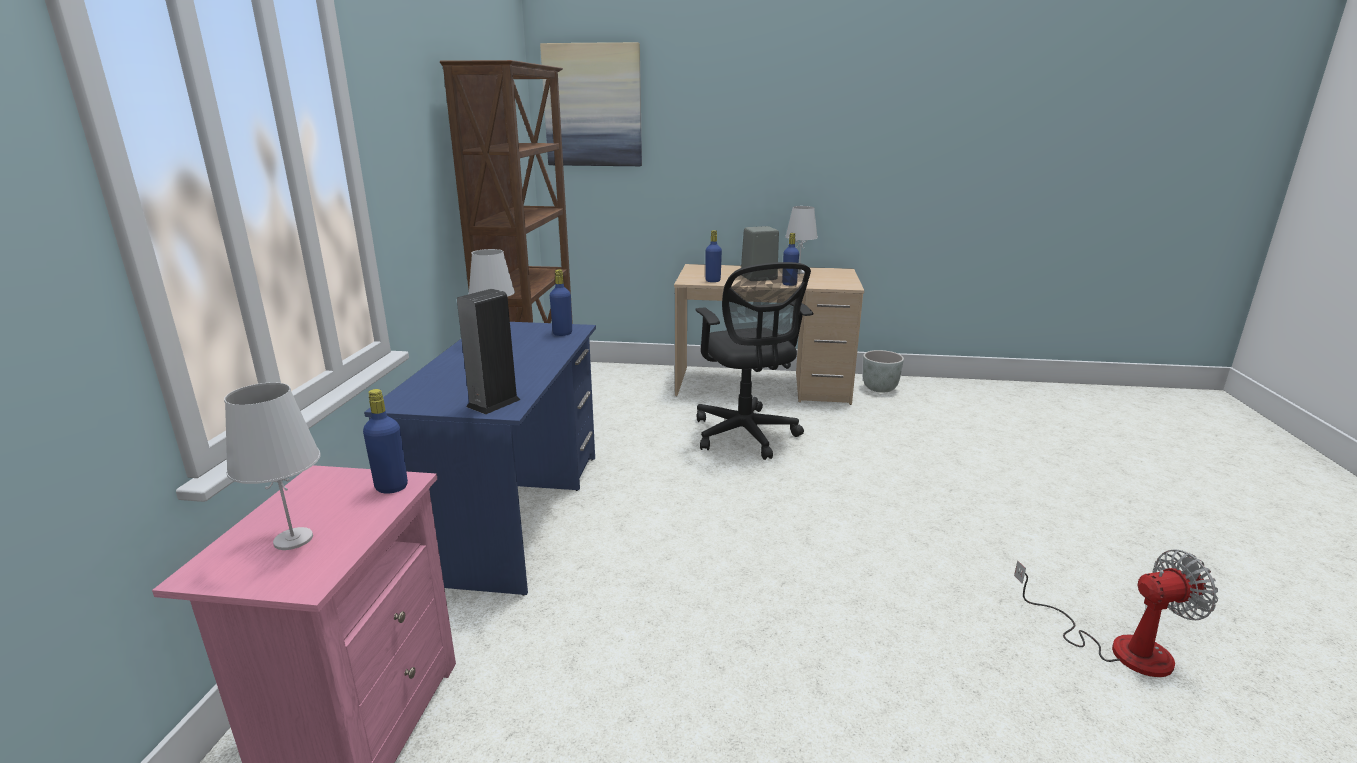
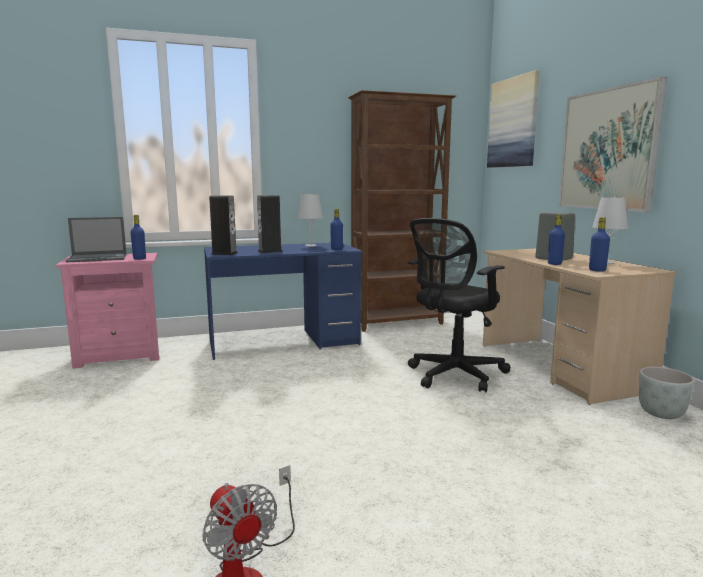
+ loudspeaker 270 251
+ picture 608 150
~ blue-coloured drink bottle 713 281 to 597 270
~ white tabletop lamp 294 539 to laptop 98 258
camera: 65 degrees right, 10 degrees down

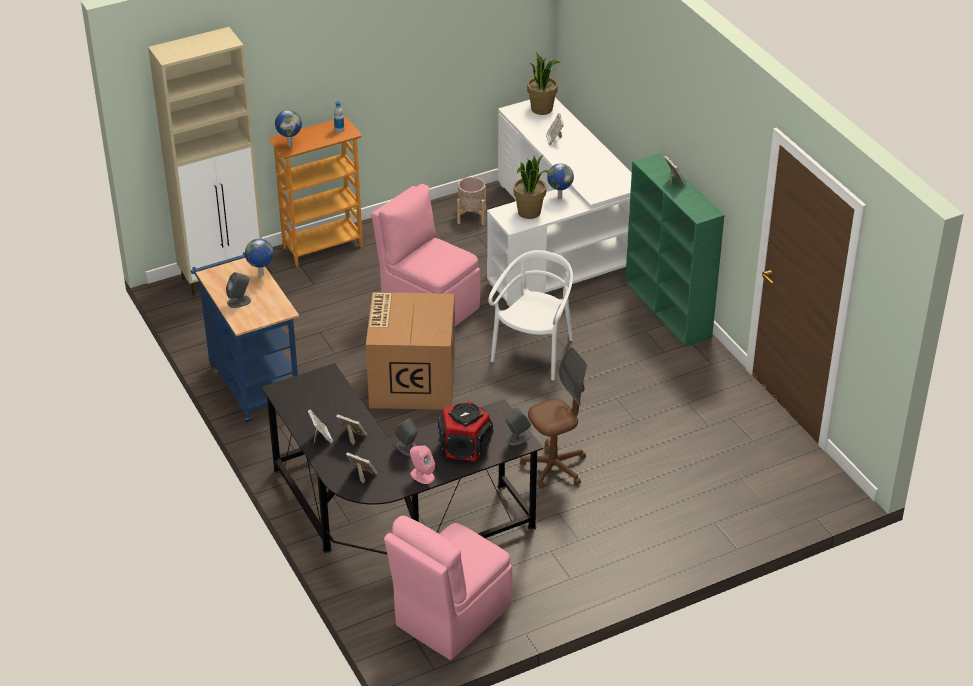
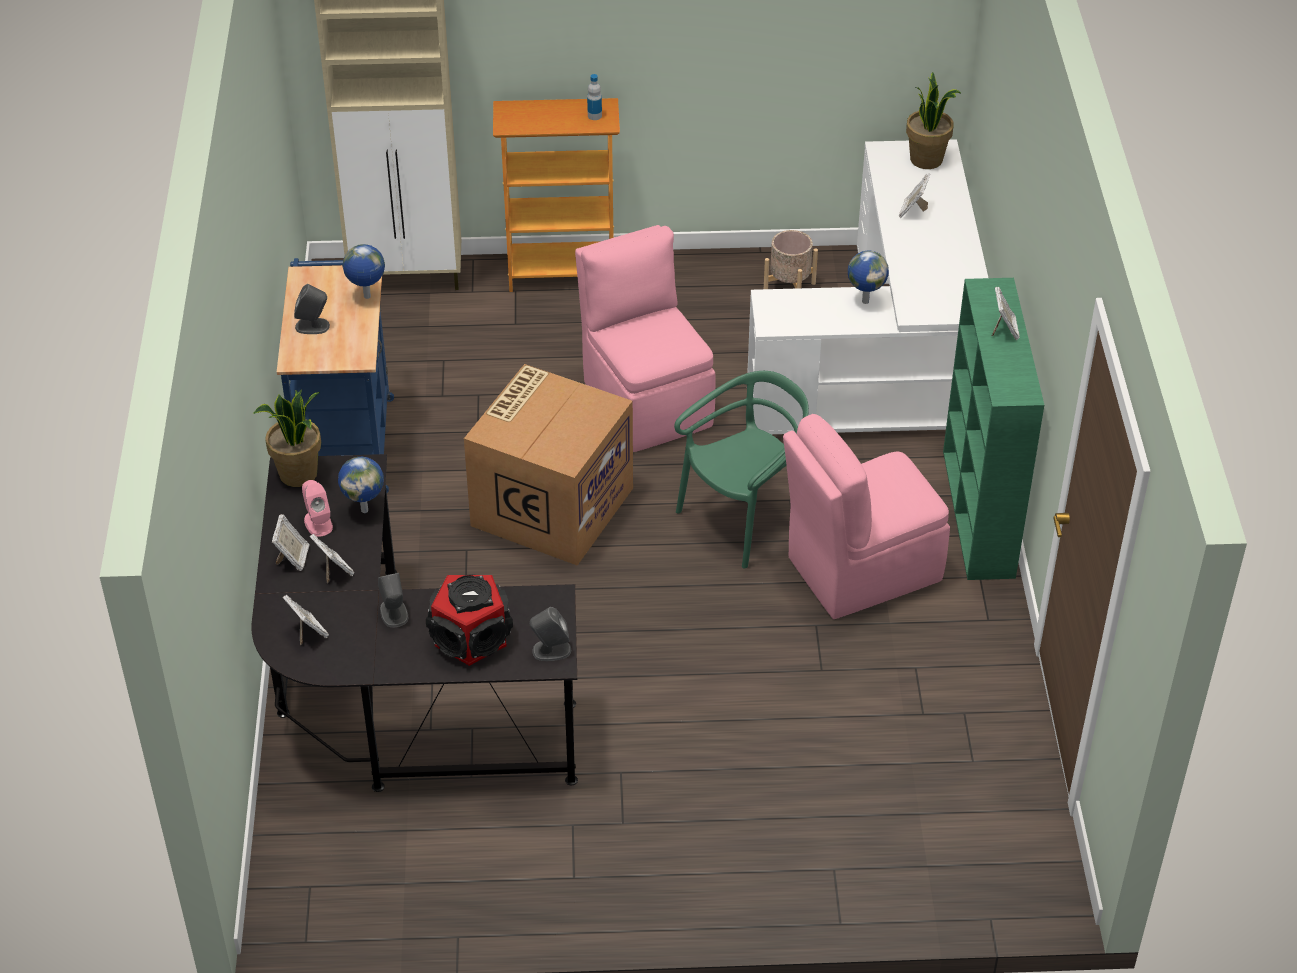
- brownish desk chair 554 468
~ desk globe 290 145 to 365 509
~ pink chair 451 617 to 860 570
~ pink loudspeaker 422 475 to 318 523
~ plant in a pot 529 212 to 298 474
~ white chair 534 352 to green chair 745 518
camera: 25 degrees right, 5 degrees up

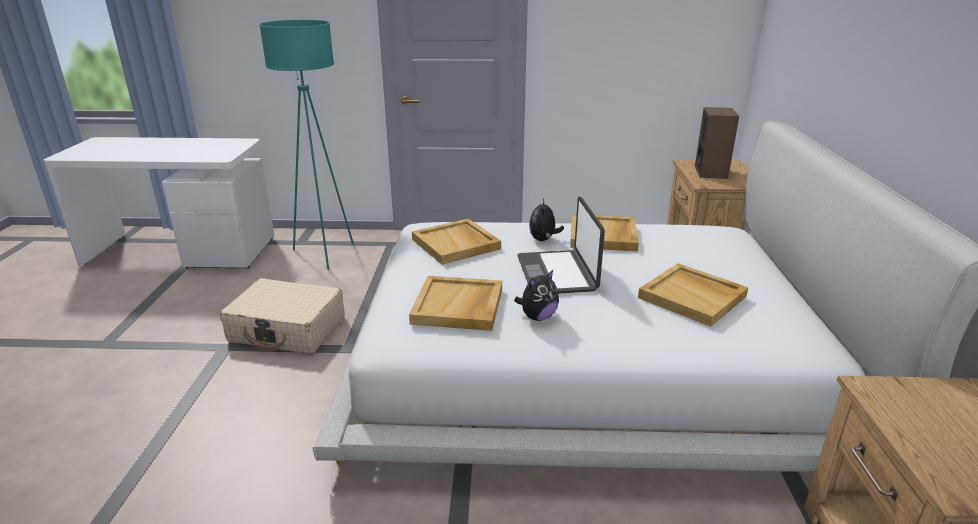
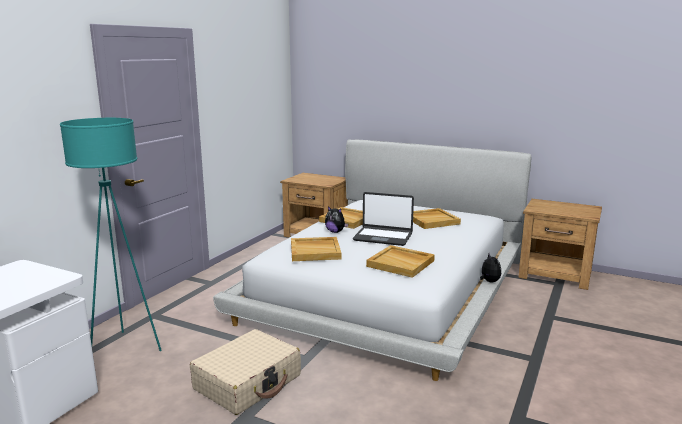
- loudspeaker 711 172
~ cuddly toy 537 317 to 489 281
camera: 65 degrees left, 10 degrees down

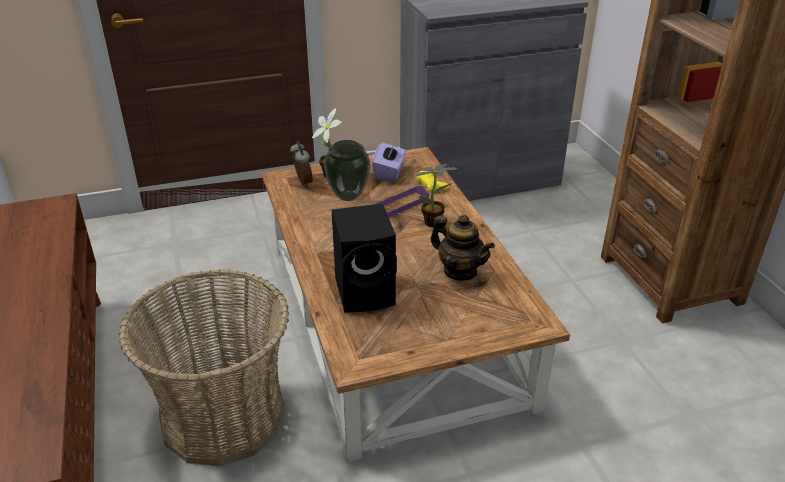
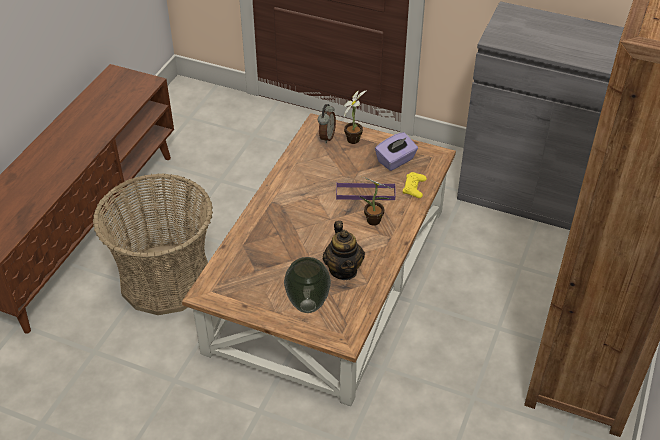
- black-coloured loudspeaker 367 292
~ decorative vase 349 196 to 308 306
camera: 40 degrees right, 10 degrees up

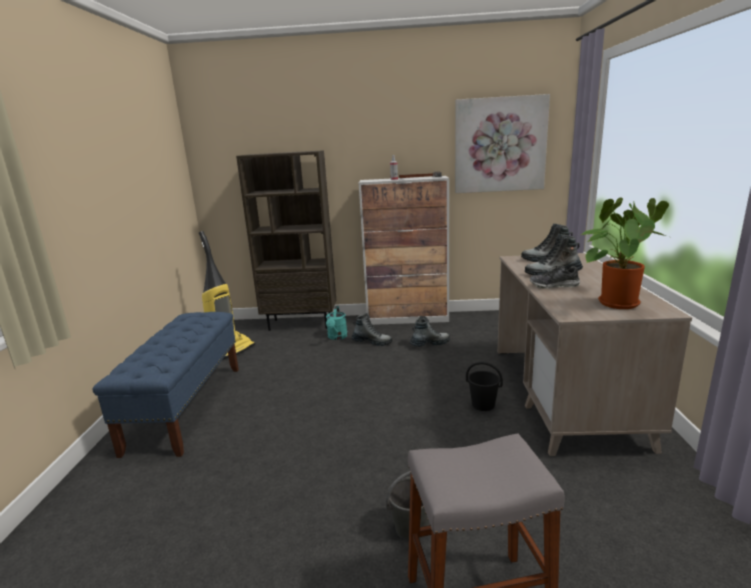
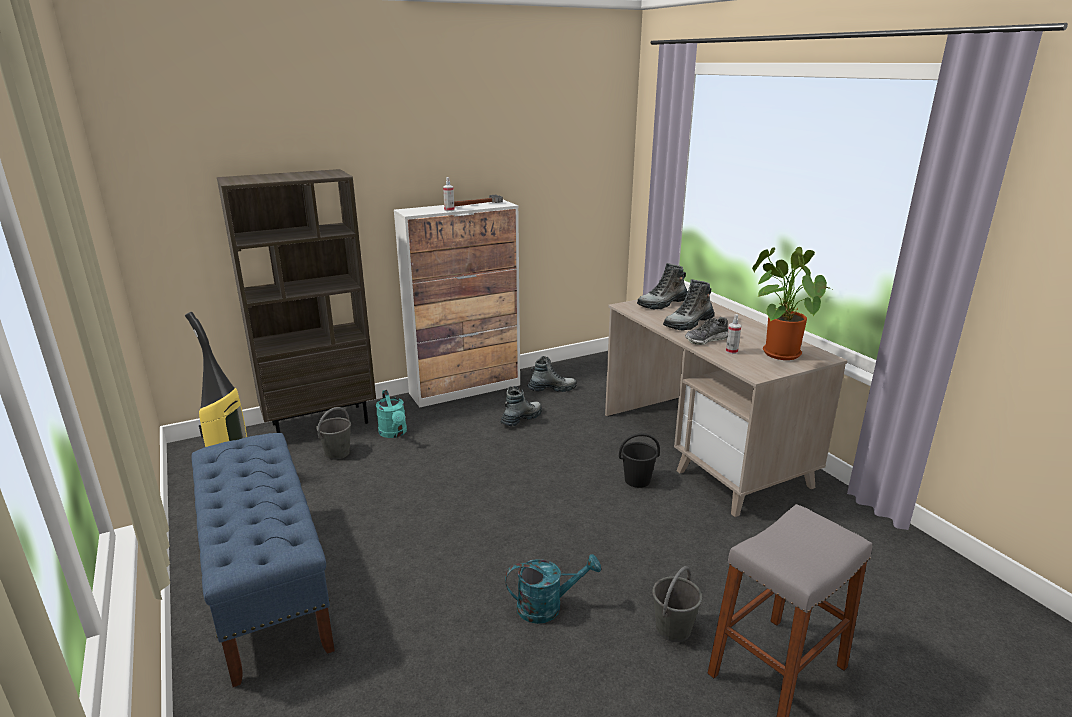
- picture 500 145
+ gray pail 338 453
+ turquoise watering pot 547 606
+ hand sprayer 731 351
~ tall boot 372 342 to 552 389
camera: 30 degrees left, 5 degrees up

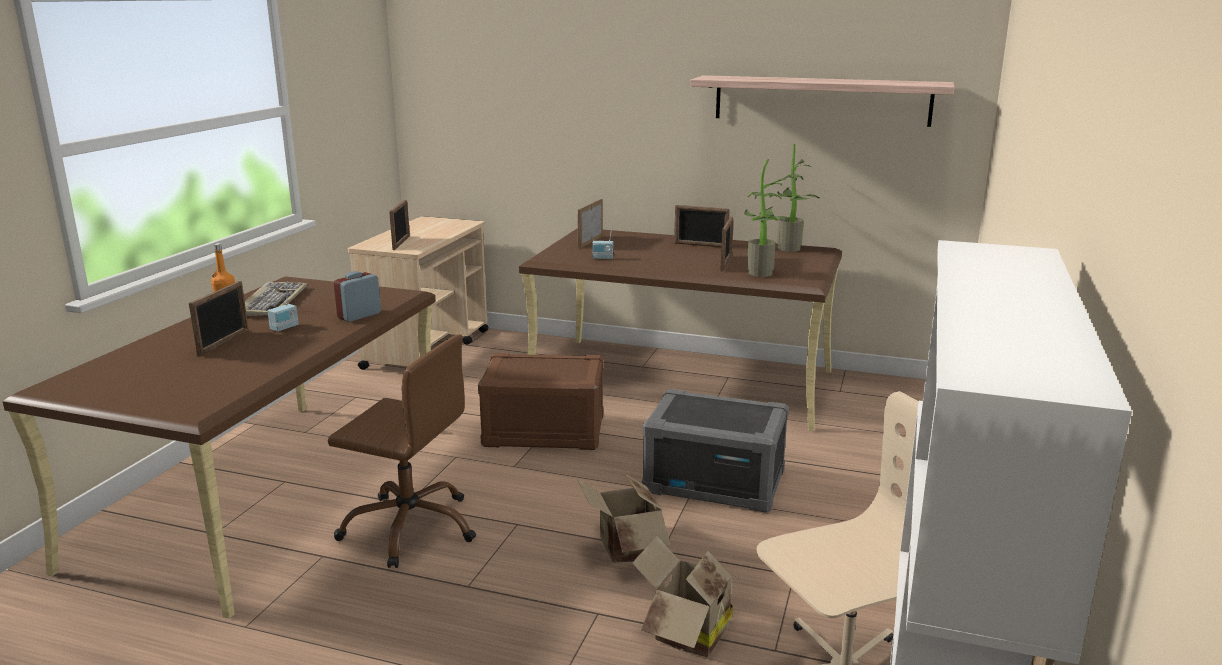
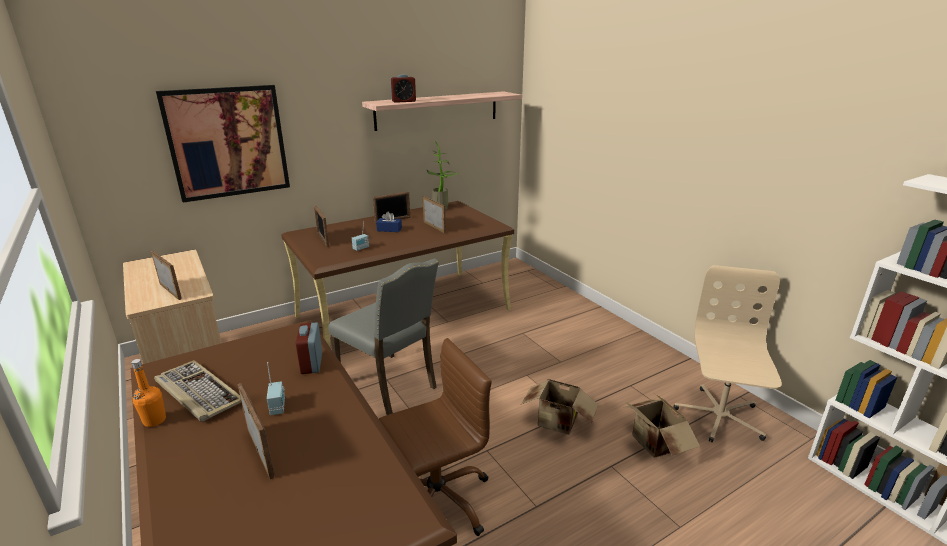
- gray storage container 715 481
- plant in a pot 763 274
+ picture 228 142
+ blue-coloured tissue box 389 229
+ bedside clock 403 101
~ brownish storage container 543 431 to gray chair 390 385
camera: 50 degrees left, 5 degrees up

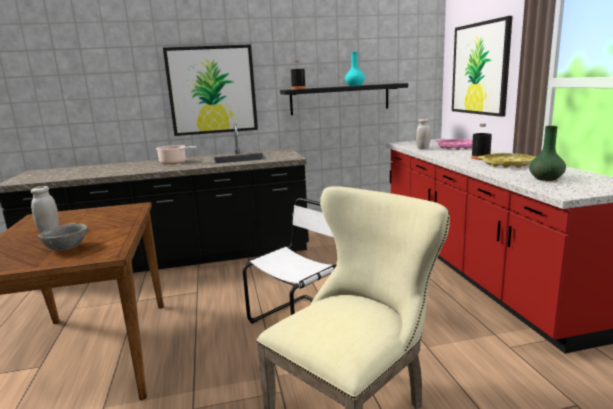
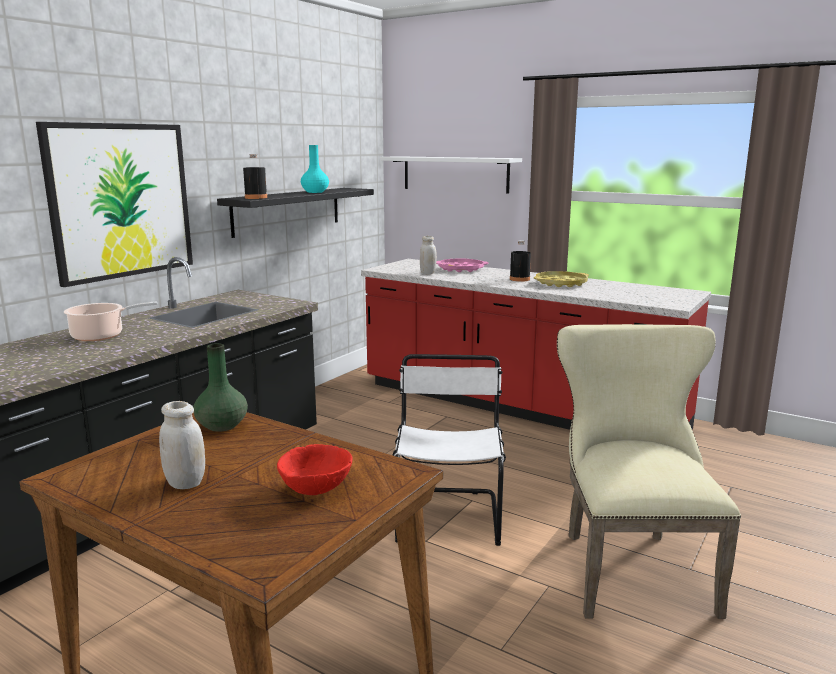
~ green decorative vase 546 178 to 222 425
~ picture 480 69 to white shelf 455 174
~ gray deep dish 66 249 to red deep dish 317 489
camera: 45 degrees left, 0 degrees up

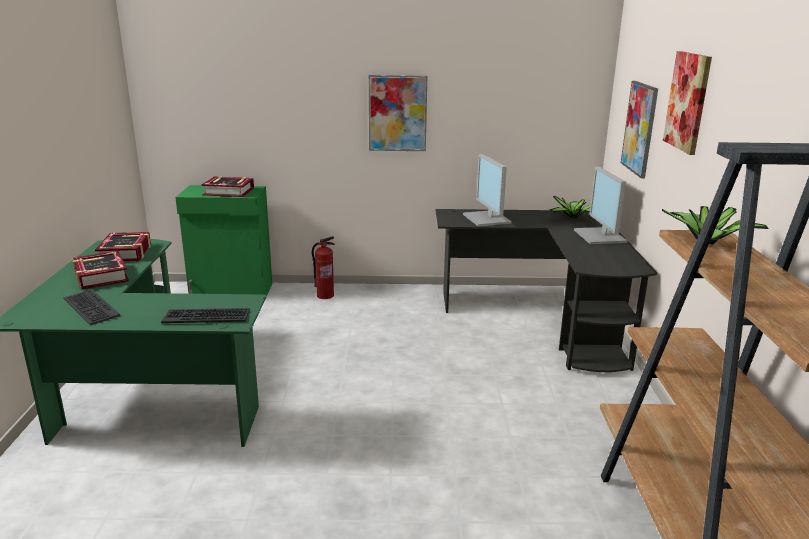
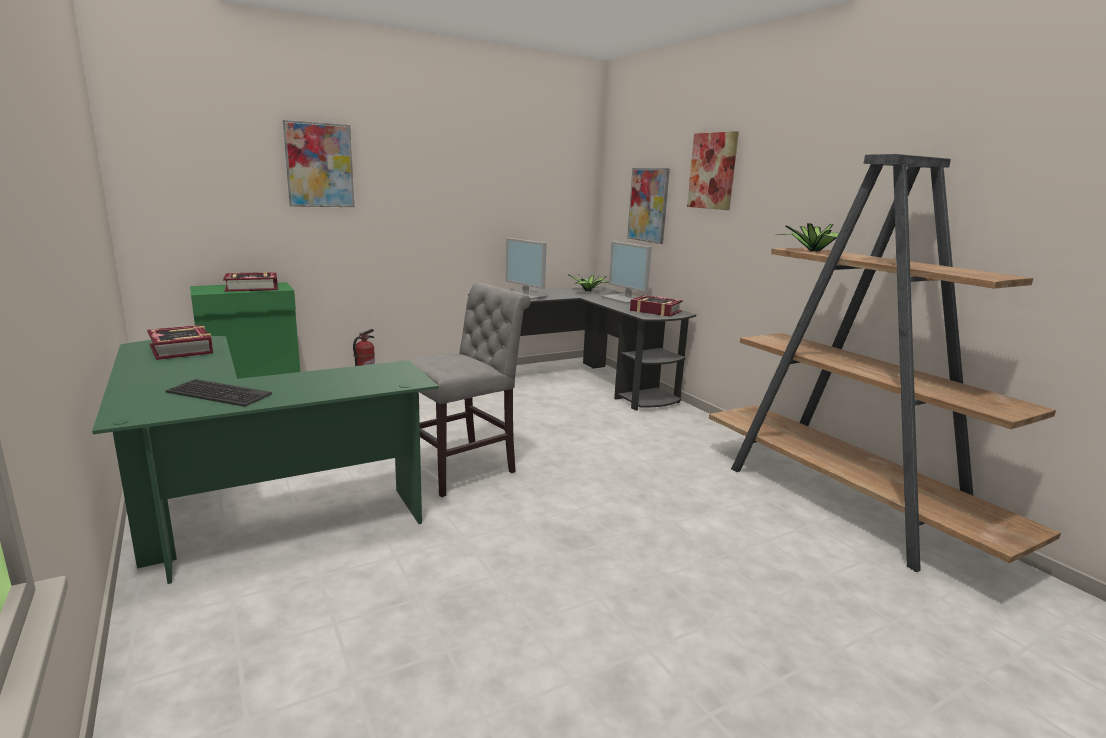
- keyboard 207 316
+ gray chair 464 468
~ book 101 276 to 655 311
~ picture 397 113 to 319 165
camera: 30 degrees left, 5 degrees down

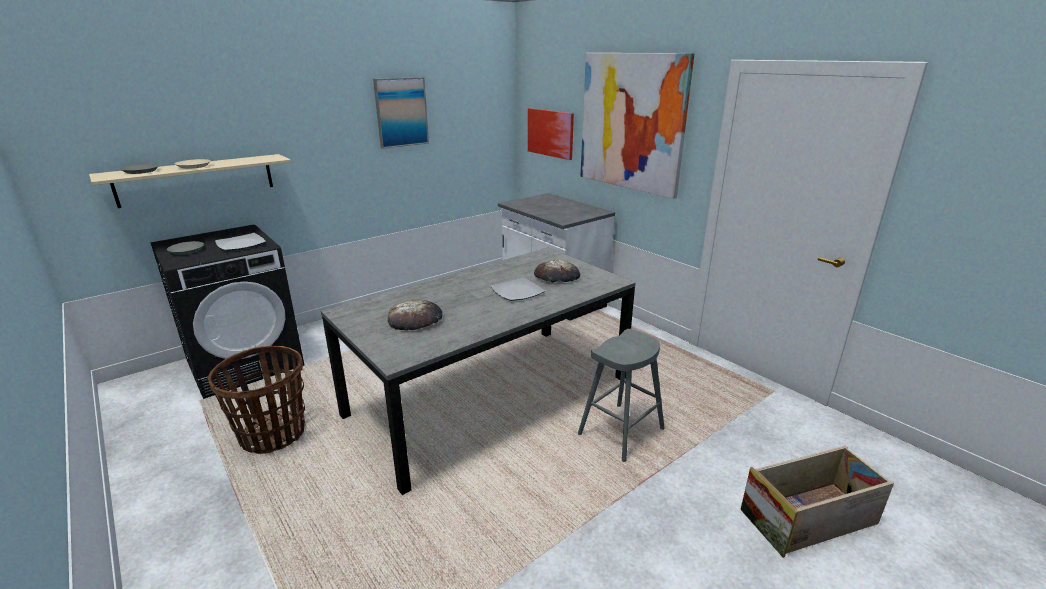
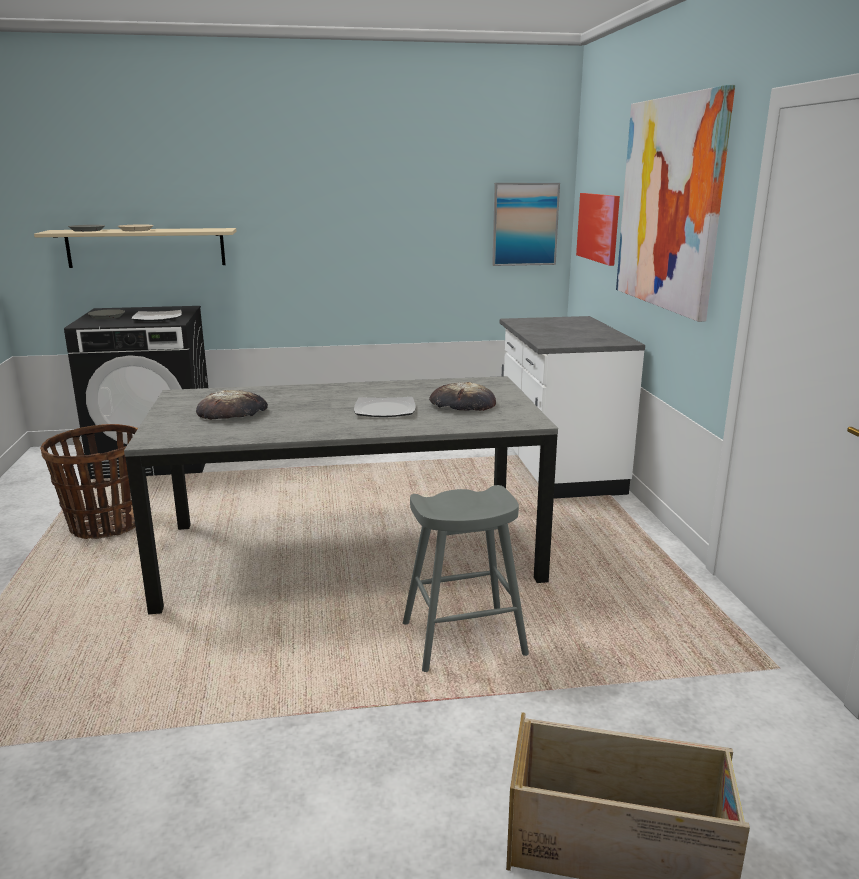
~ picture 401 112 to 525 224
camera: 30 degrees right, 5 degrees down

